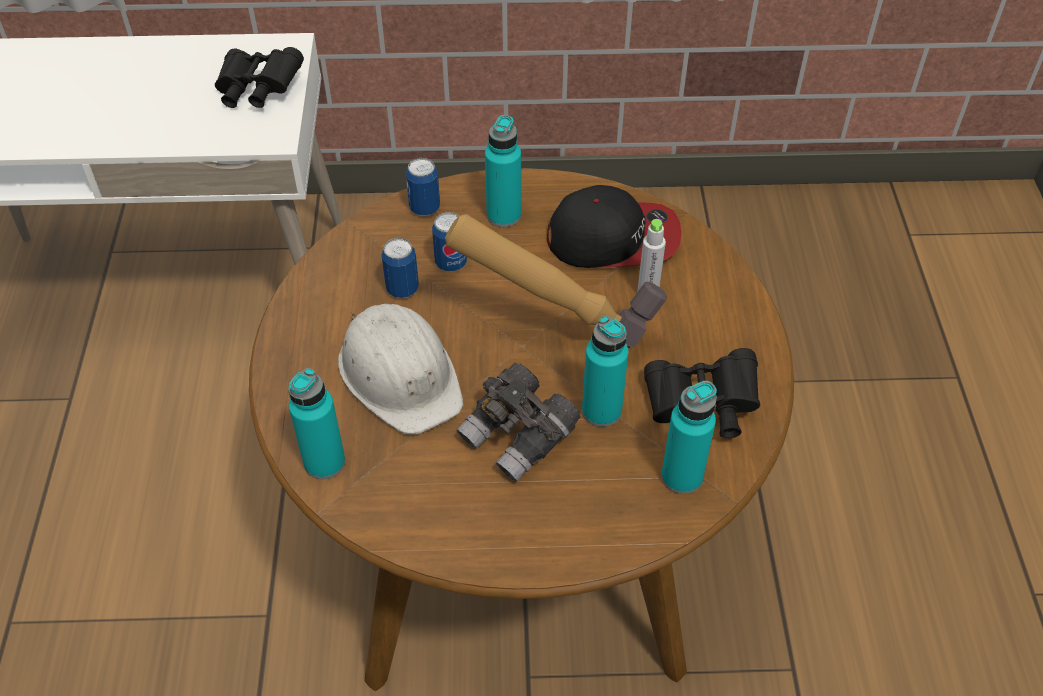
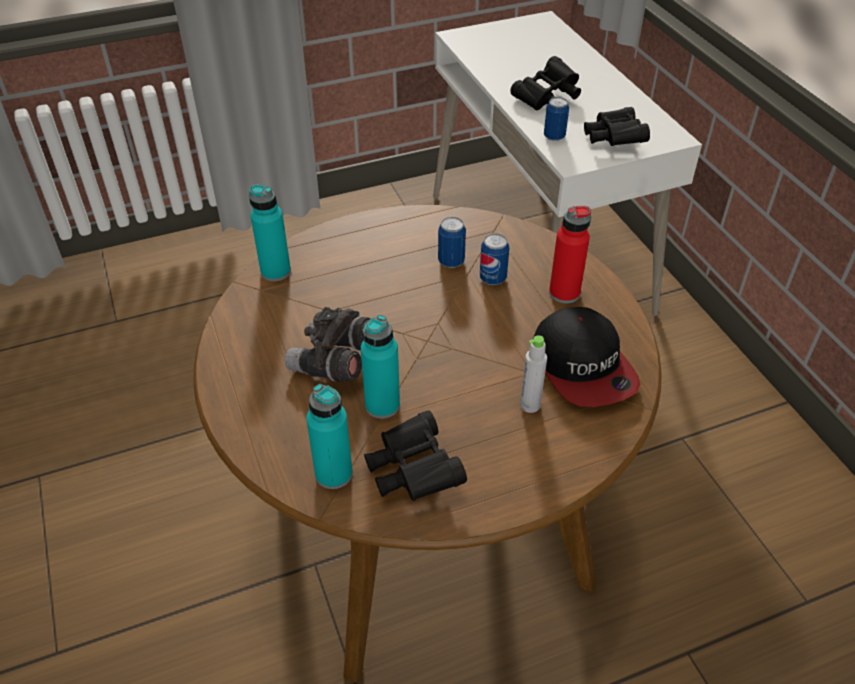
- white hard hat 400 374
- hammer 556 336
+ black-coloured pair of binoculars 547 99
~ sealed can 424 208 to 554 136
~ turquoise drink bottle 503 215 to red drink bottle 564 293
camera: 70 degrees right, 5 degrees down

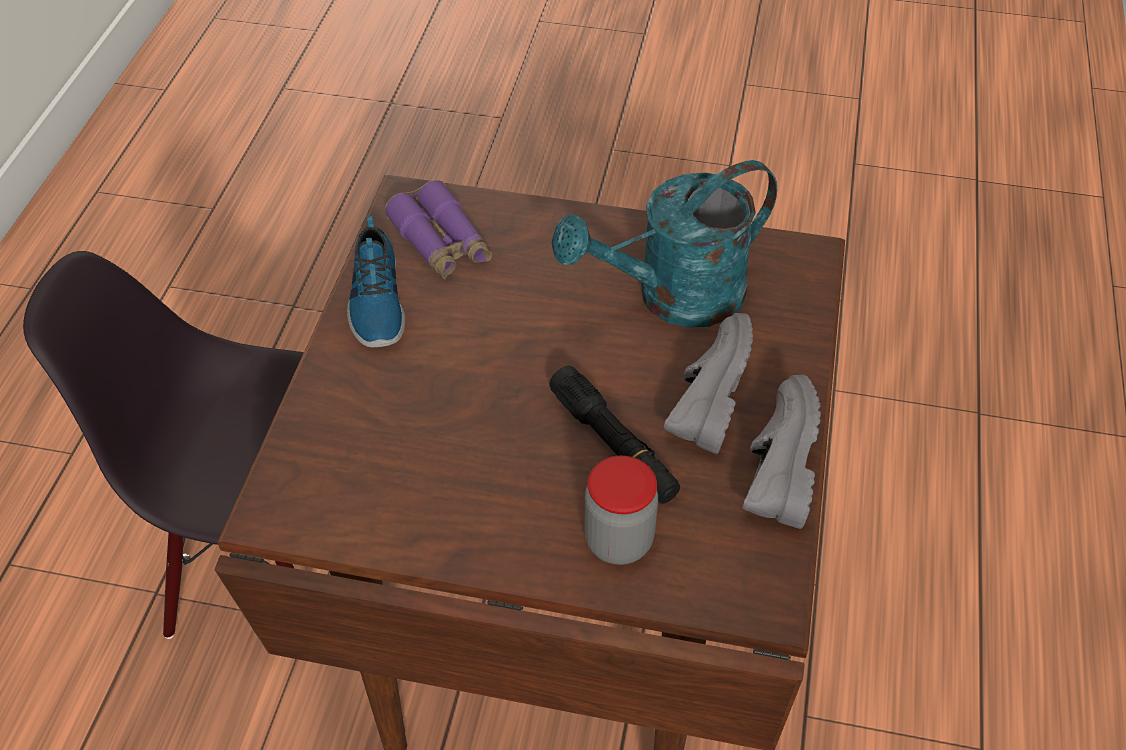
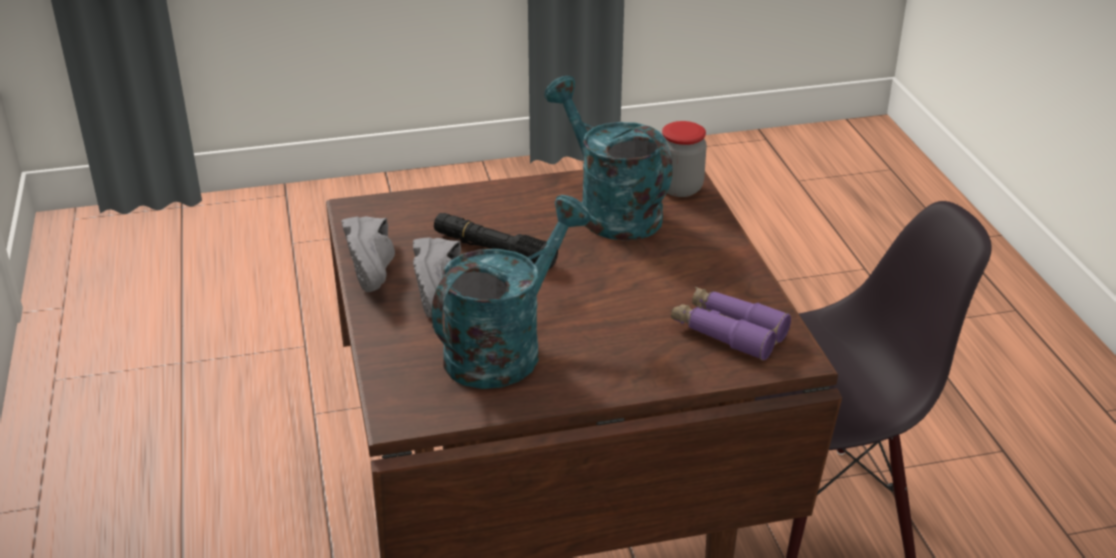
- low shoe 375 302
+ turquoise watering pot 610 210
~ jar 618 541 to 680 188
camera: 155 degrees right, 15 degrees down

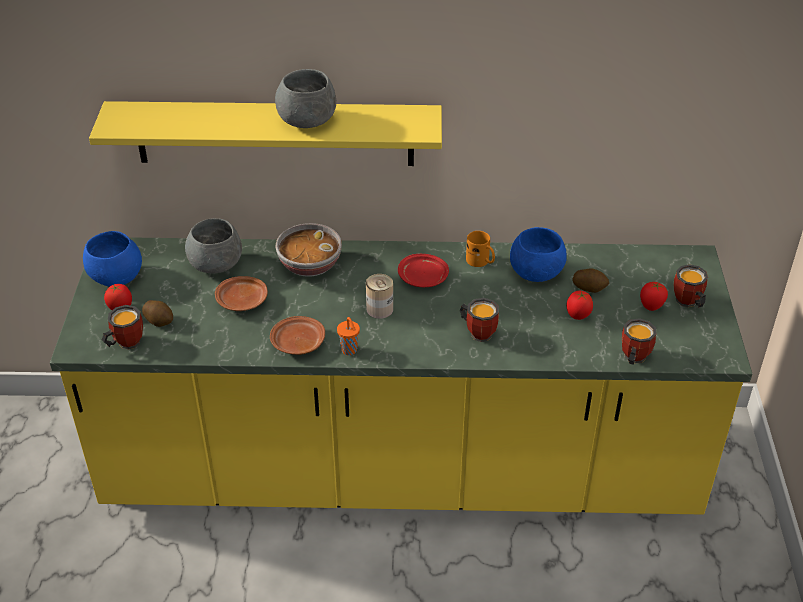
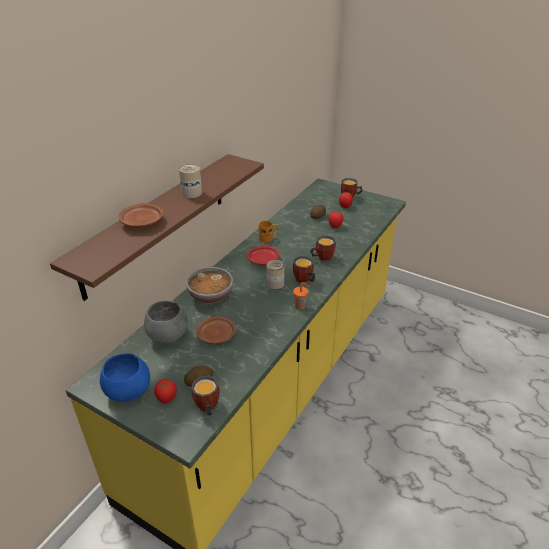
- blue-coloured deep dish 535 273
~ brownish flat dish 297 343 to 142 222
~ coffee mug 632 358 to 303 281
~ gray deep dish 307 121 to sealed can 192 193
~ yellow-coloured shelf 274 133 to brownish shelf 157 222
camera: 60 degrees left, 5 degrees down

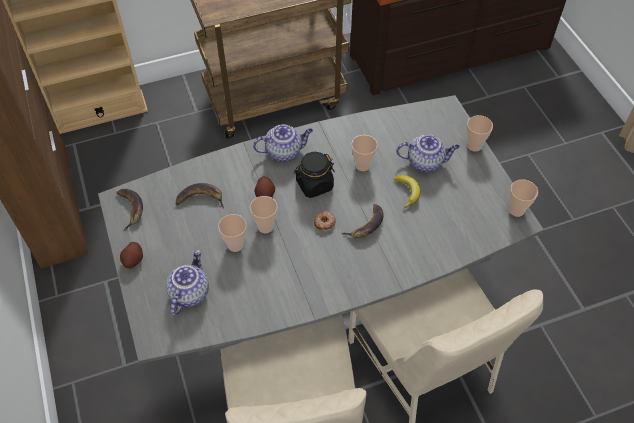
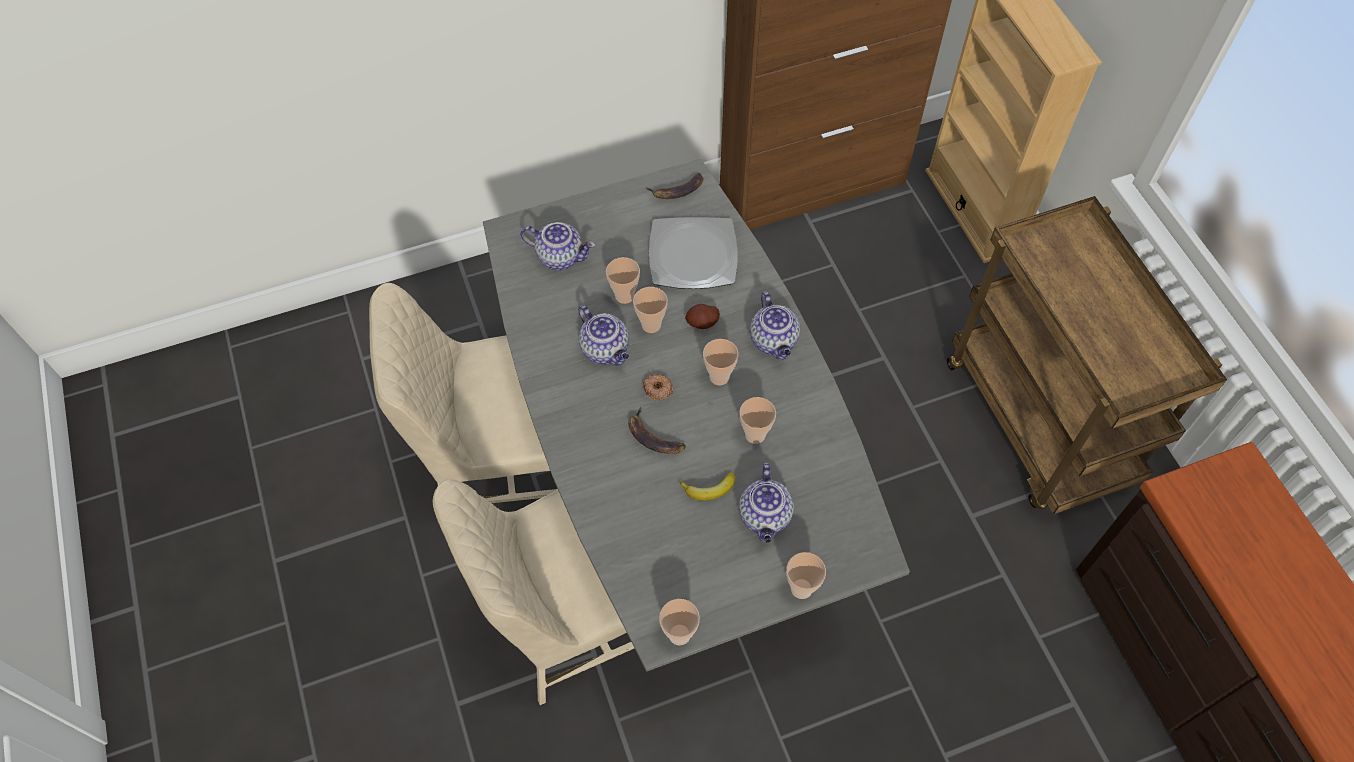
- spud 133 260
+ pot for tea 606 349
~ banana fruit 200 198 to flat dish 693 256
~ black-coloured jar 314 185 to small cup 719 377
camera: 90 degrees right, 5 degrees up

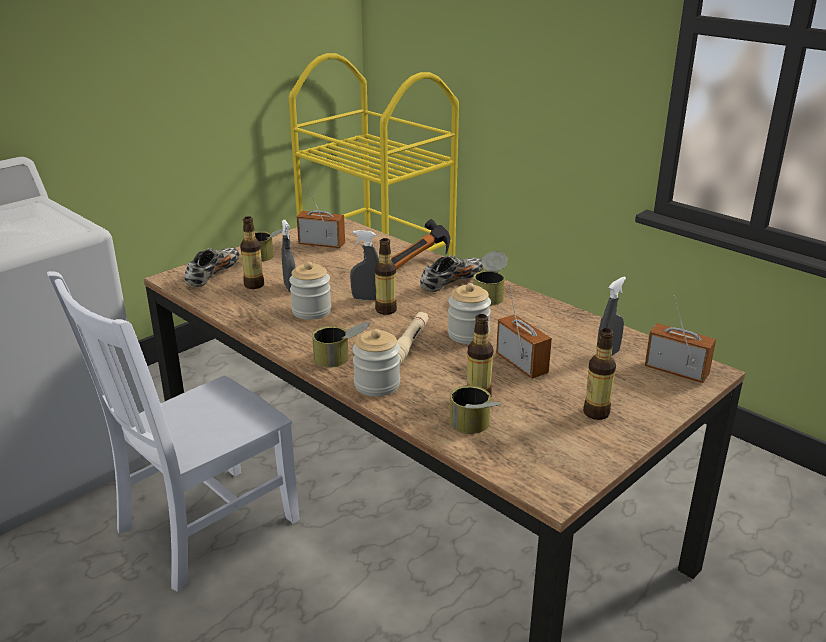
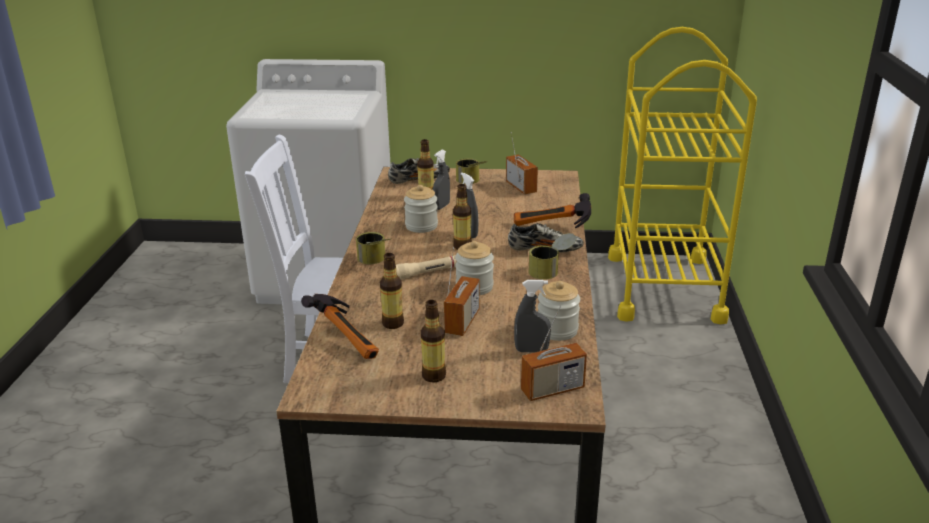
~ jar 377 385 to 557 330
~ sealed can 474 429 to hammer 349 338
~ radio 676 371 = 552 389 75 degrees clockwise
camera: 50 degrees right, 0 degrees up

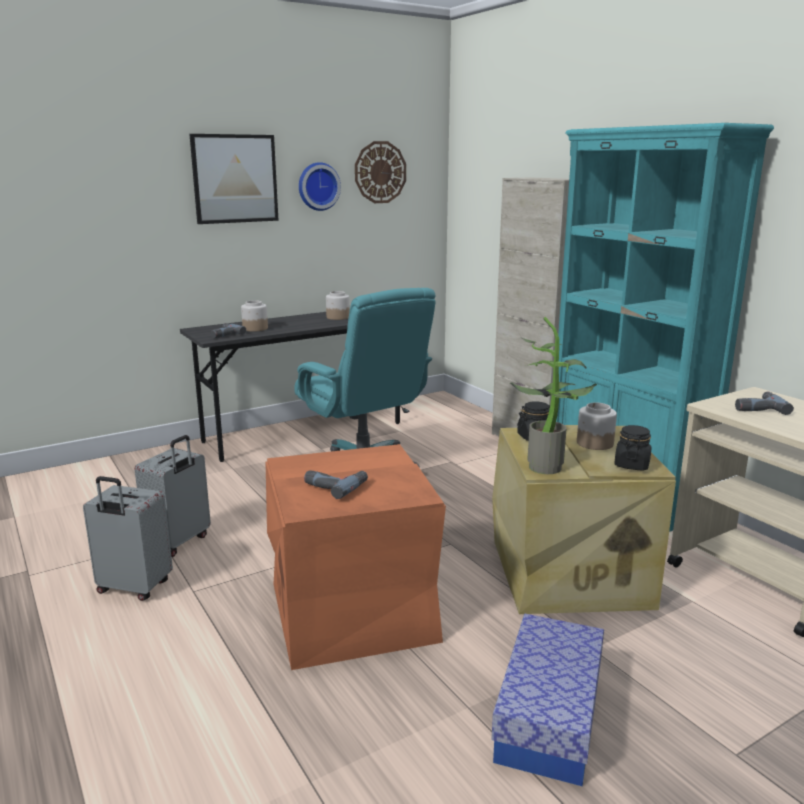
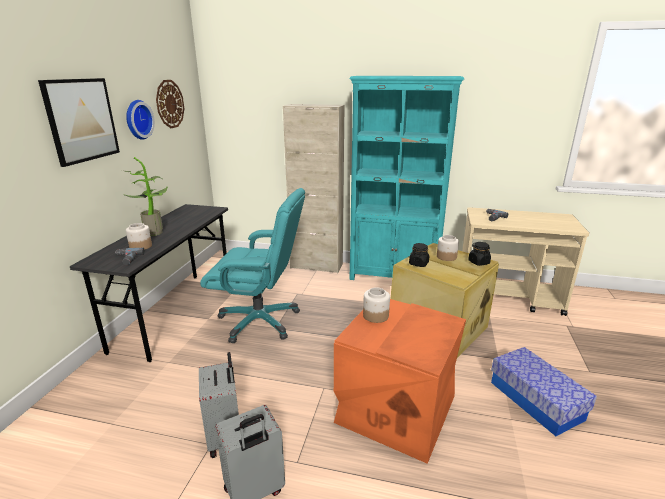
- power drill 335 485
~ jar 337 317 to 375 316
~ plant in a pot 548 466 to 155 232
camera: 45 degrees left, 5 degrees up

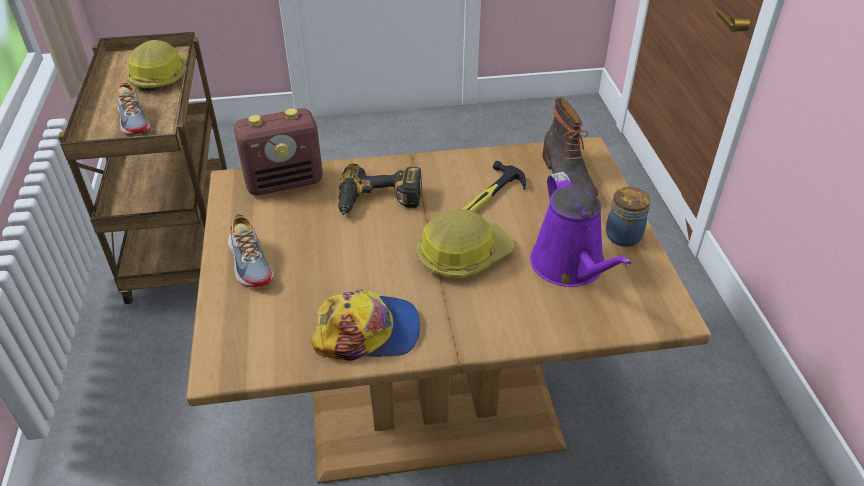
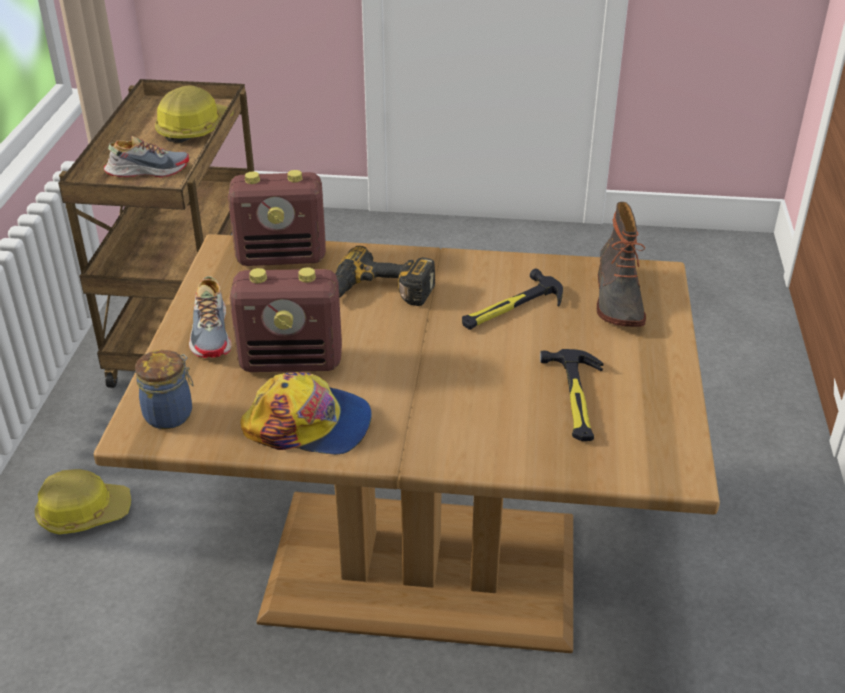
+ radio 292 361
~ hard hat 462 255 to 83 512
~ jar 624 235 to 171 414
~ purple watering pot 570 266 to hammer 576 398
~ low shoe 134 120 = 147 170 90 degrees counterclockwise
camera: 15 degrees right, 5 degrees down

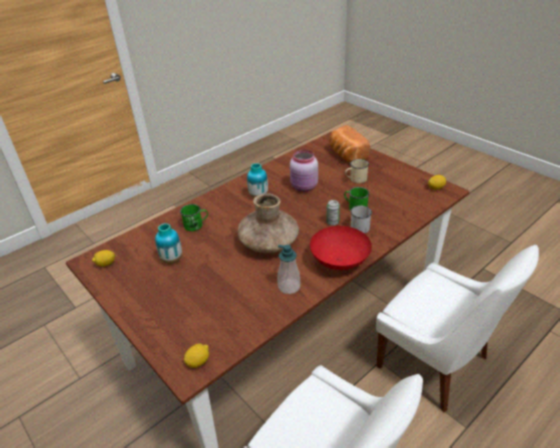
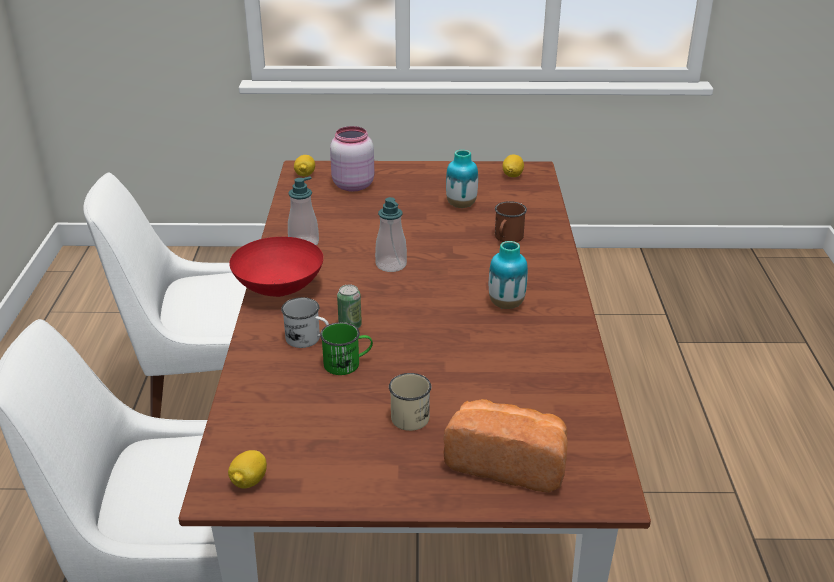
~ pink jar 304 187 to 352 185
~ brownish decorative vase 269 243 to soap dispenser 391 265
~ green coffee mug 196 225 to brownish coffee mug 507 238
camera: 130 degrees right, 5 degrees down

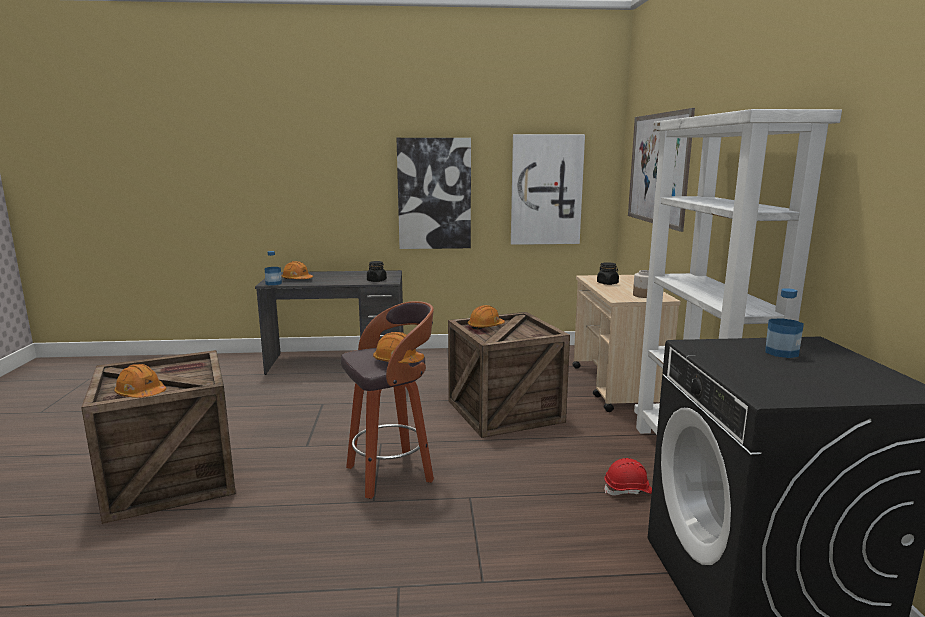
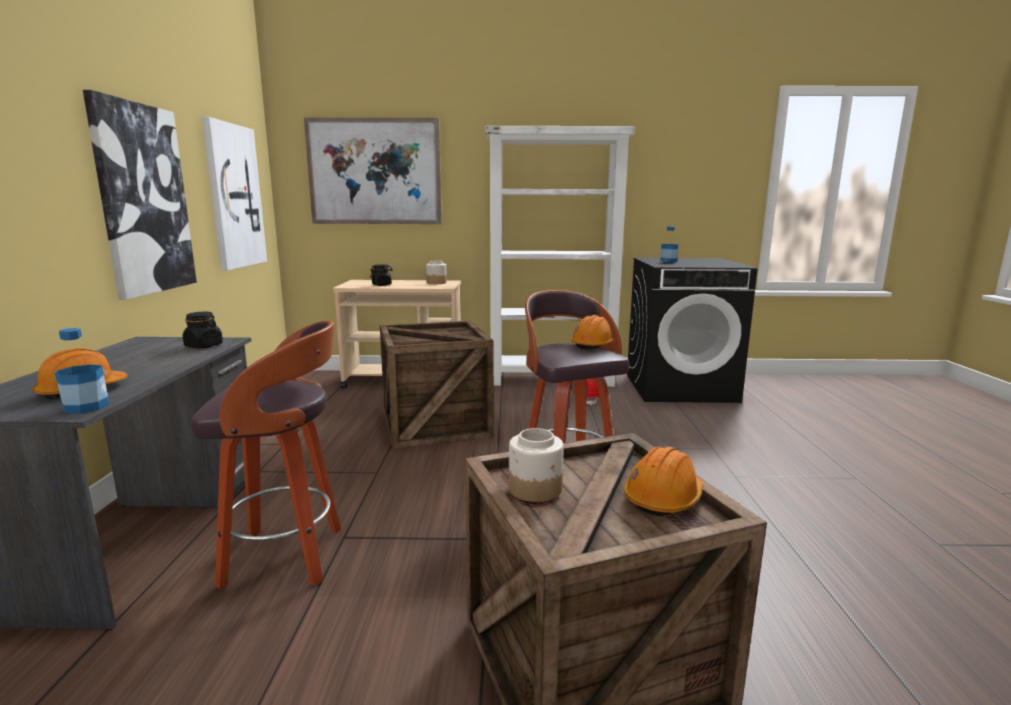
- orange-coloured hard hat 485 326
+ stool seat 287 557
+ jar 536 489
camera: 85 degrees left, 0 degrees up

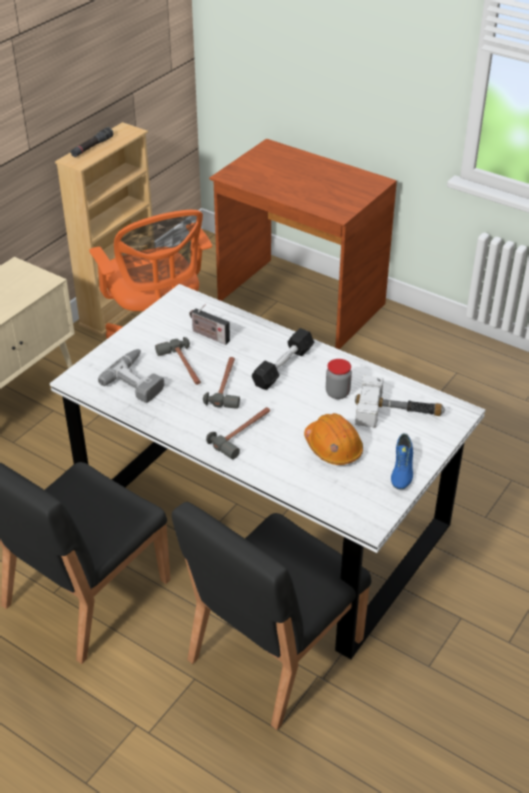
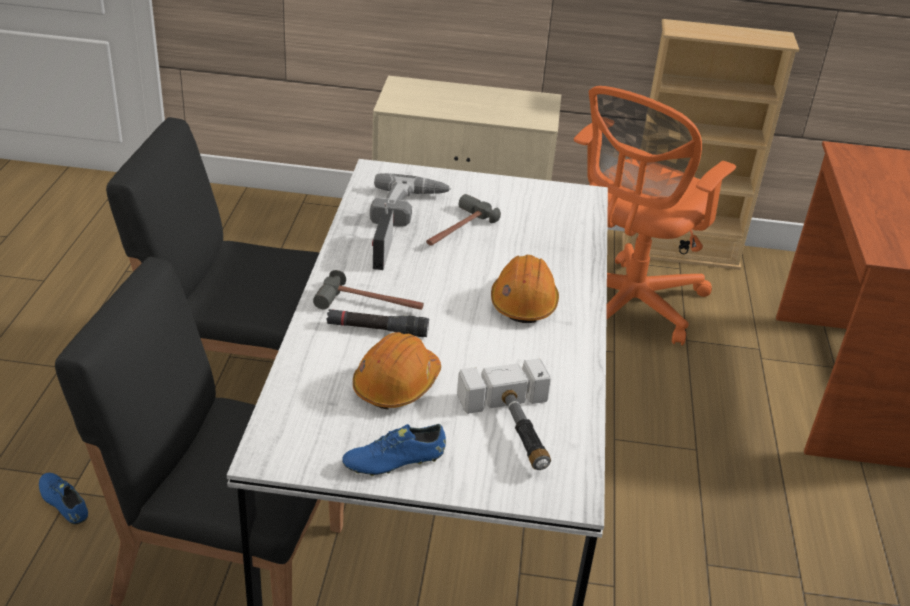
- hammer 227 385
- jar 337 393
+ blue-coloured low shoe 64 503
~ black-coloured hand torch 92 147 to 377 329
~ radio 209 335 to 382 251
~ black-coloured free weight 283 367 to orange-coloured hard hat 524 302
camera: 60 degrees right, 5 degrees down

